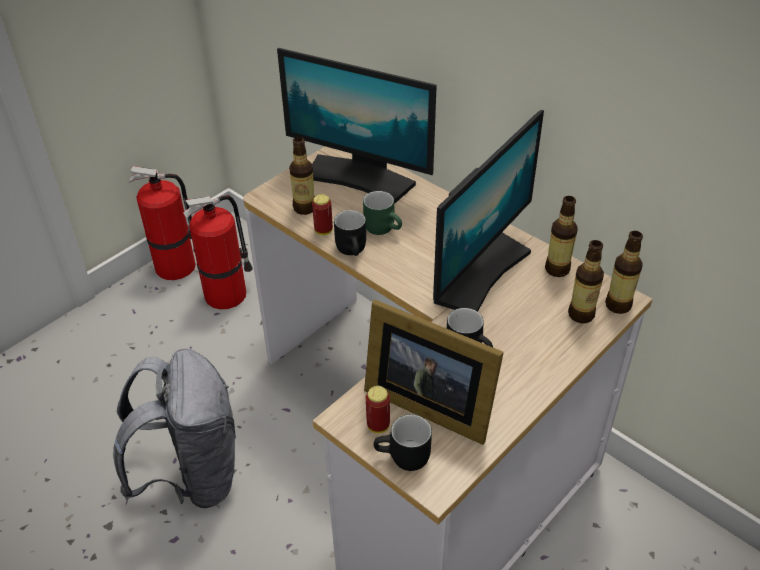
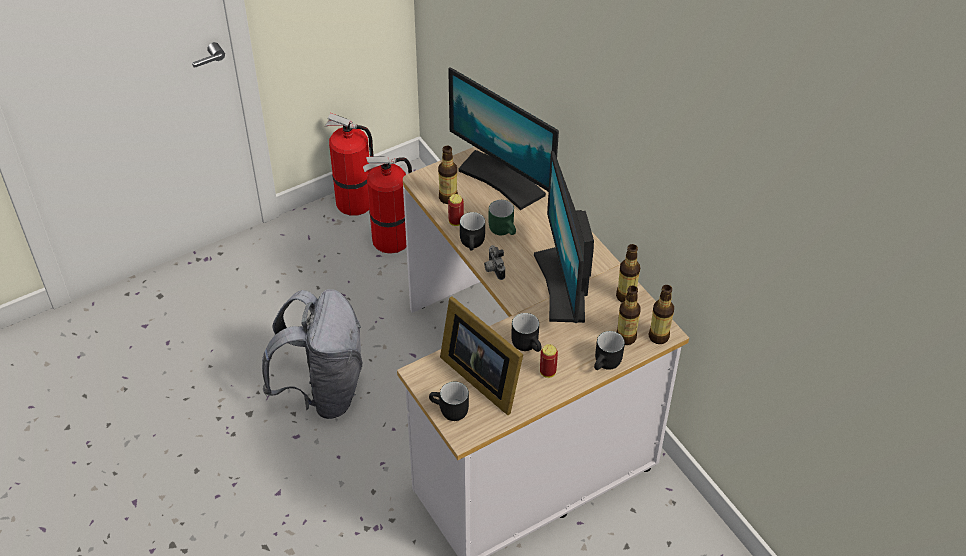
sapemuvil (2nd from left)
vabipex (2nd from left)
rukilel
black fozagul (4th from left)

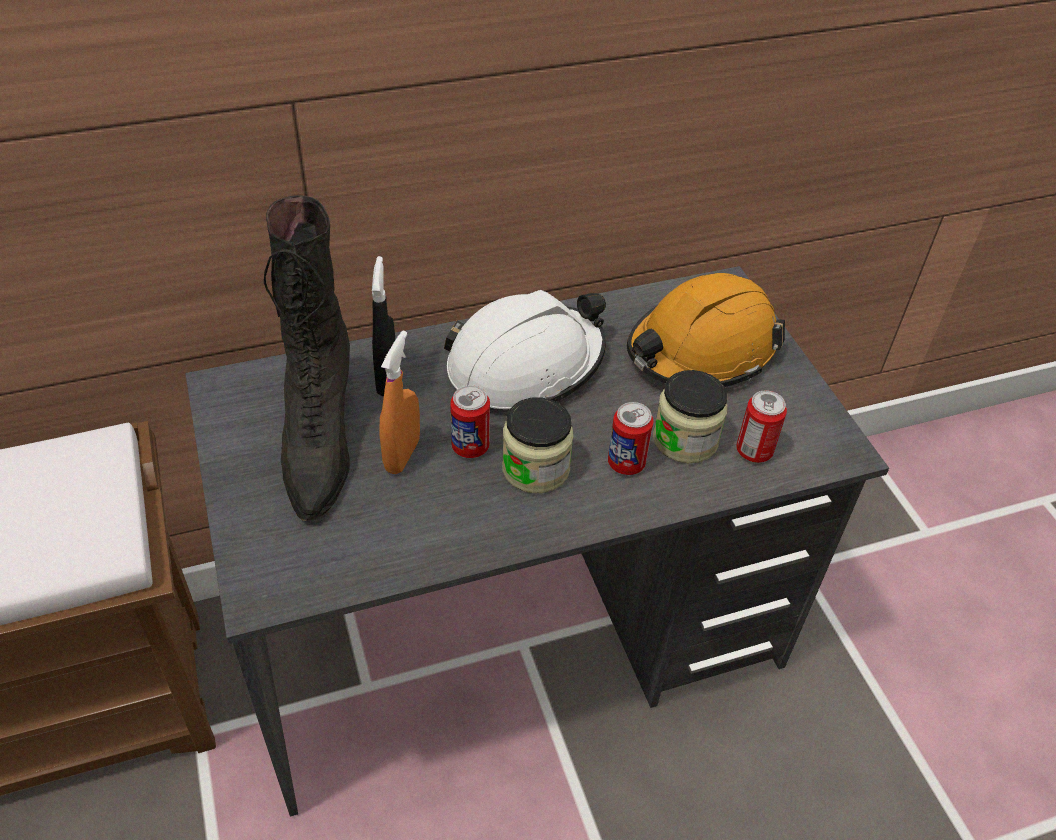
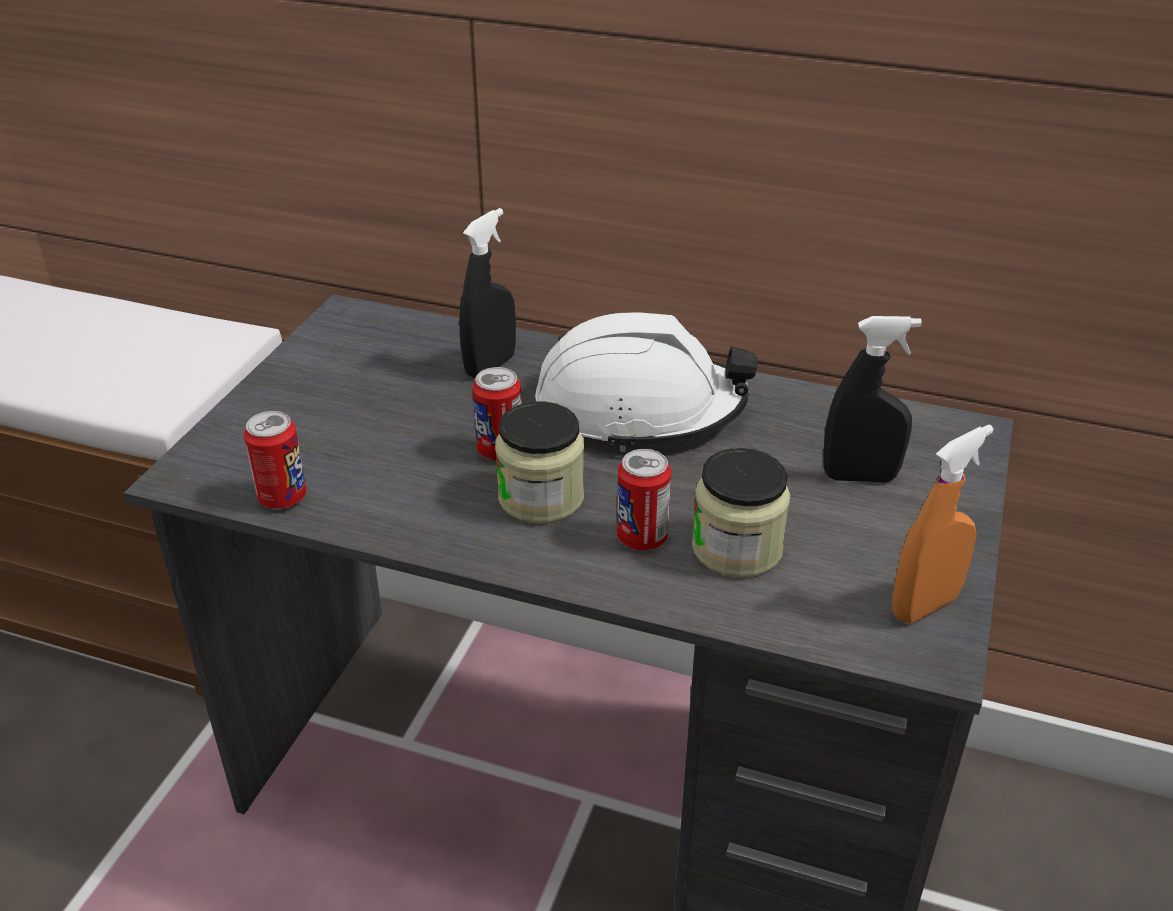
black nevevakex
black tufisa (2nd from left)
orange tufisa
vabipex (1st from left)

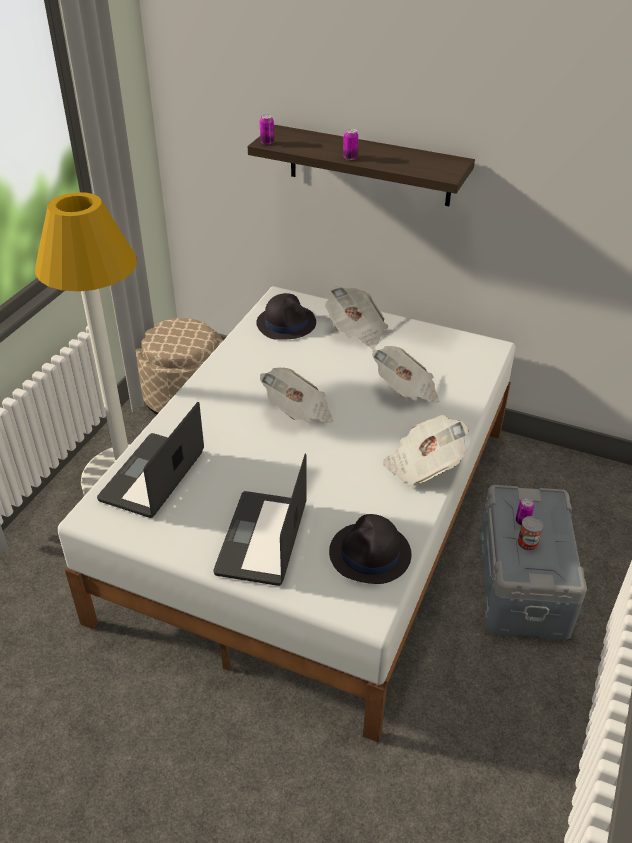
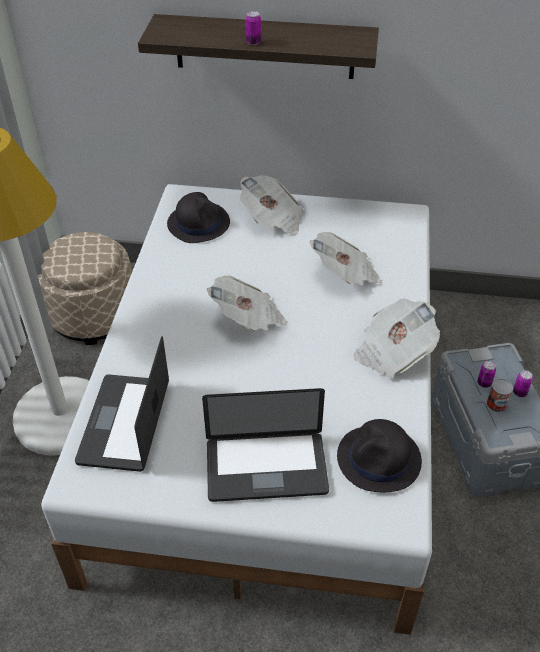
vabipex (4th from left)
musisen (2nd from left)

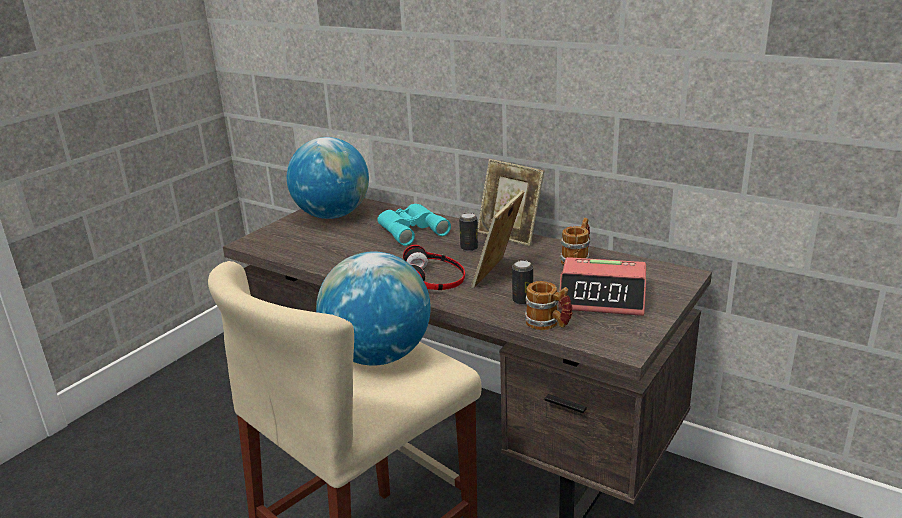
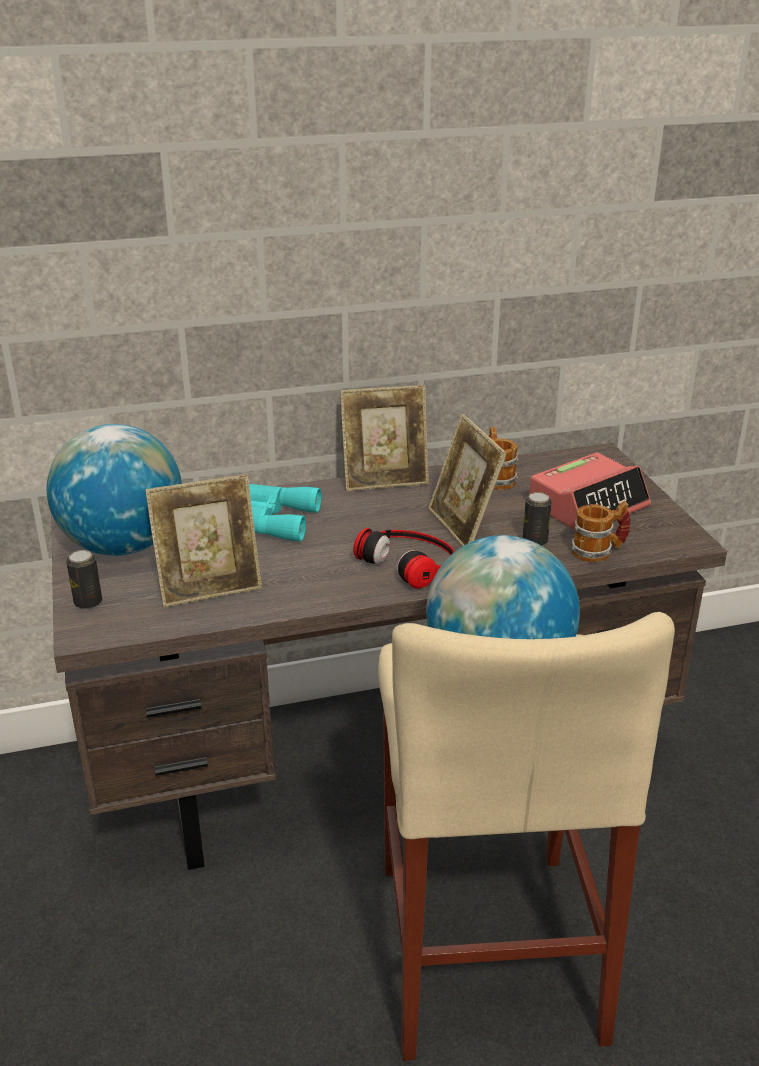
vabipex (1st from left)
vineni (1st from left)

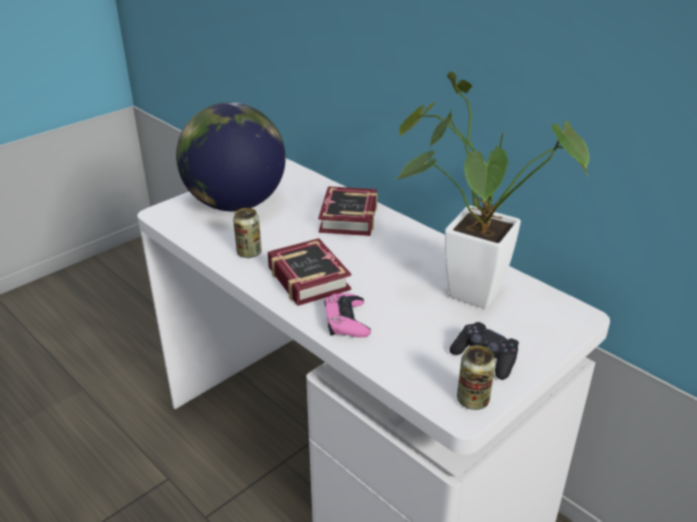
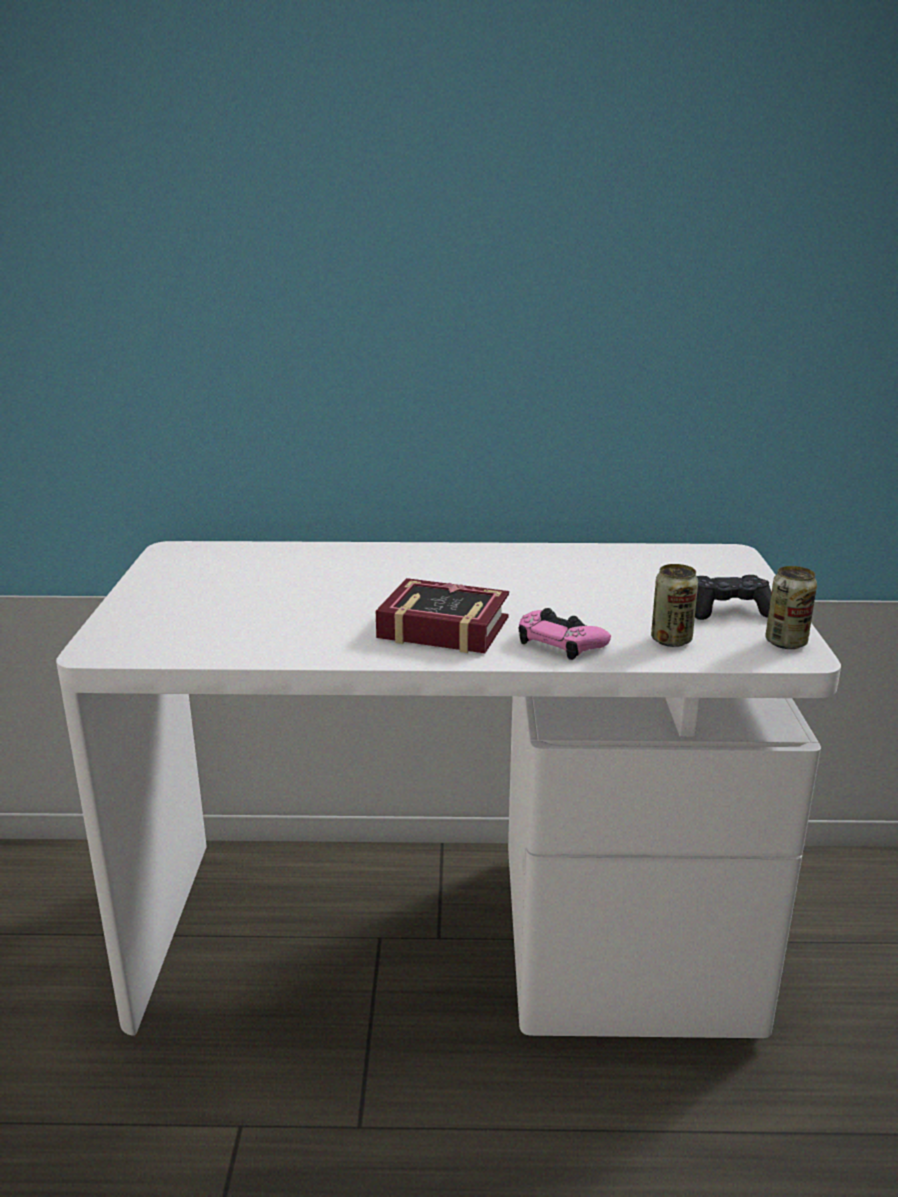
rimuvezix
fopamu
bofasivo (2nd from left in the first image)
vabipex (1st from left)

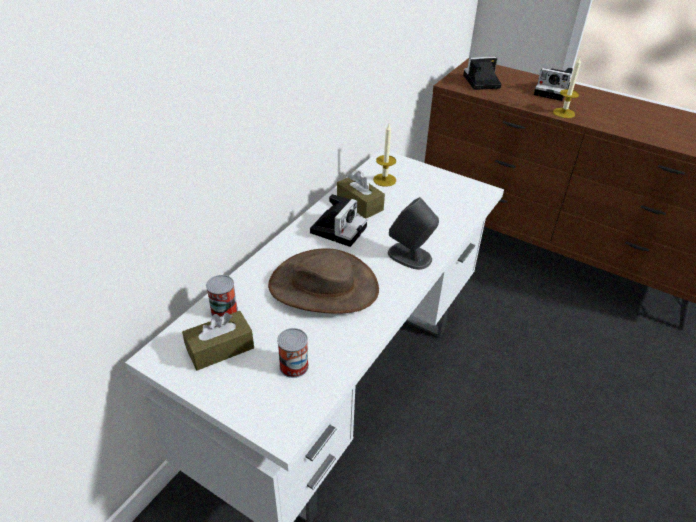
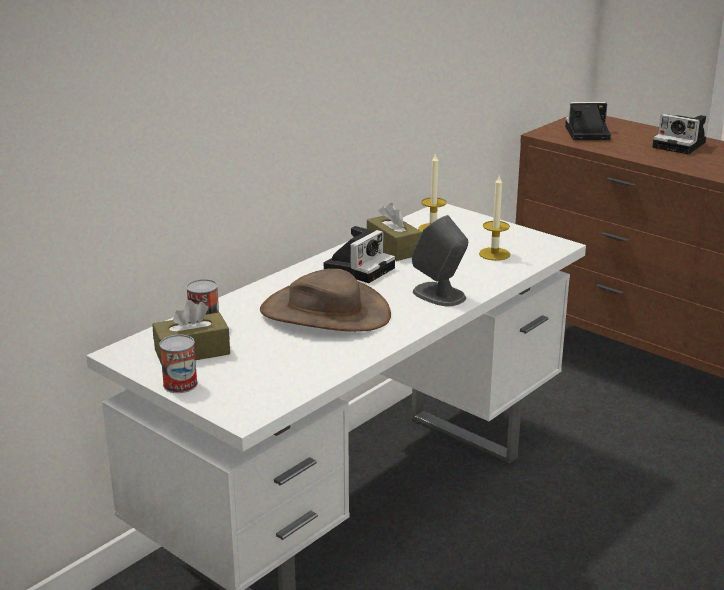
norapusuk (2nd from left)
vabipex (1st from left)

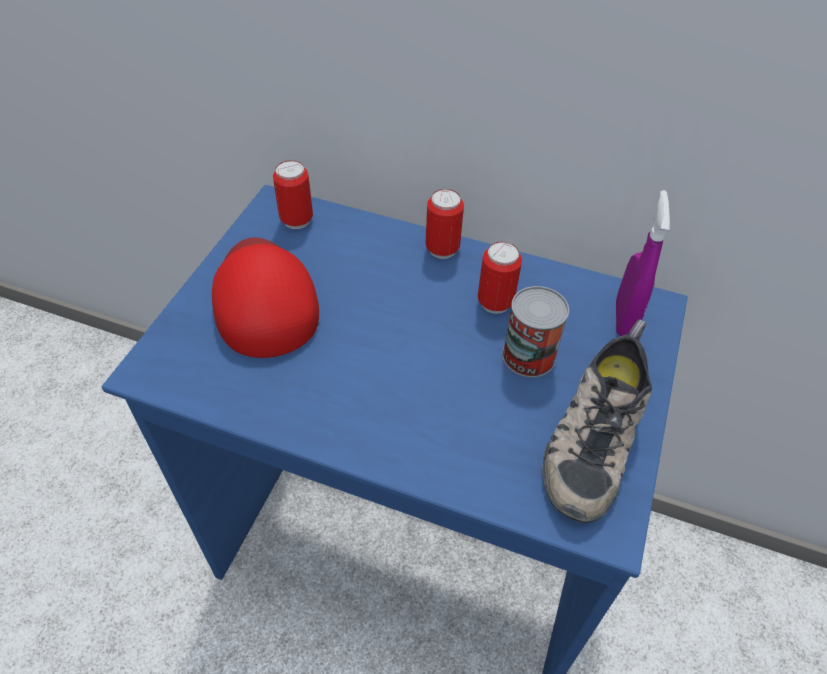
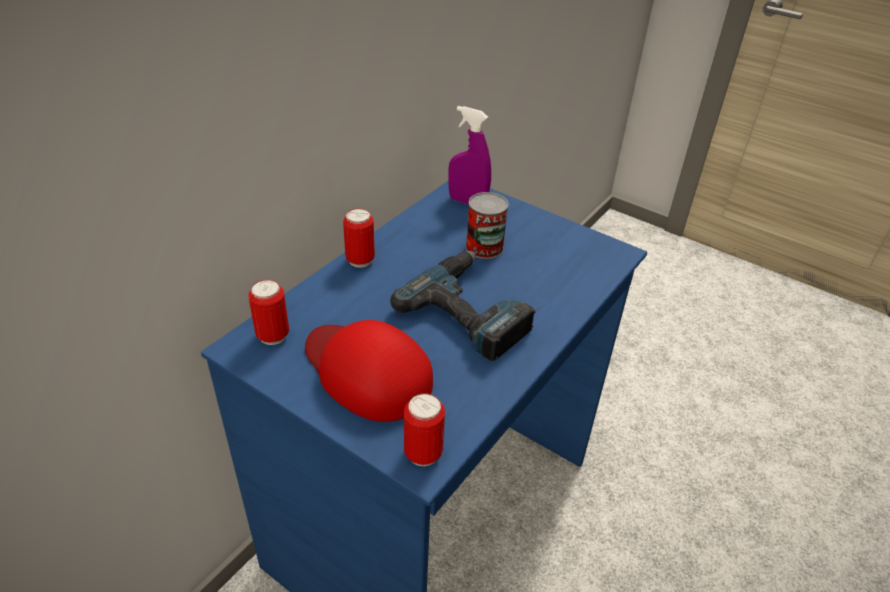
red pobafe
vabipex (3rd from left)
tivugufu
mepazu

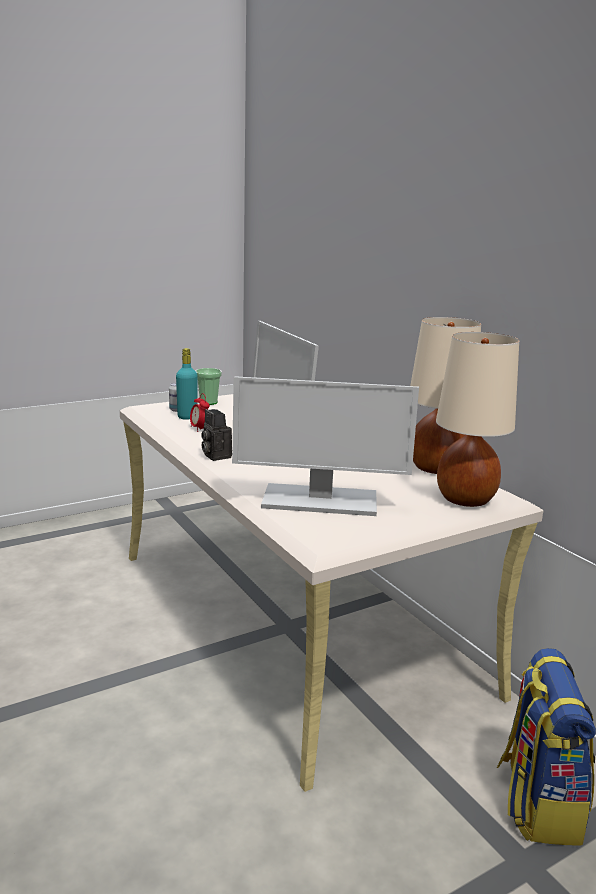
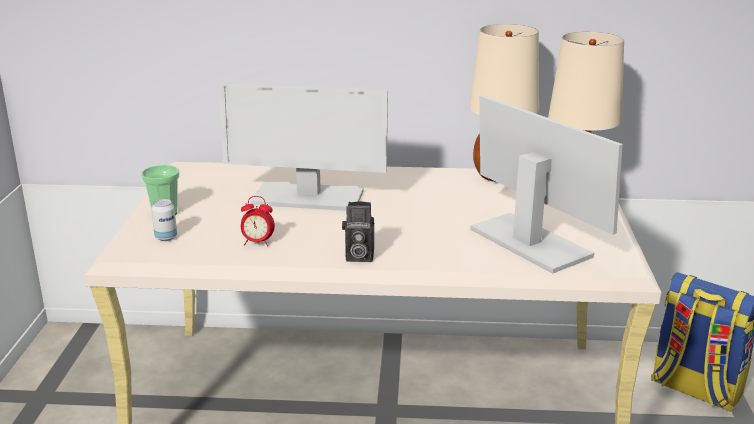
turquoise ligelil
sapemuvil (2nd from left)

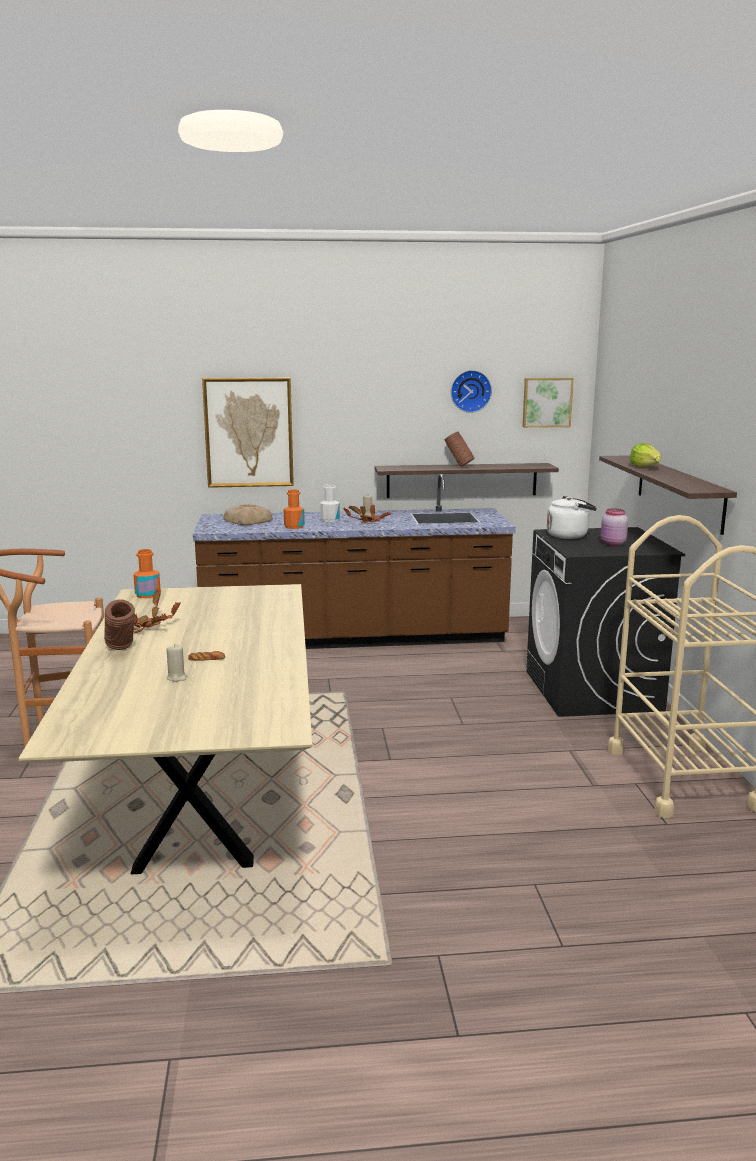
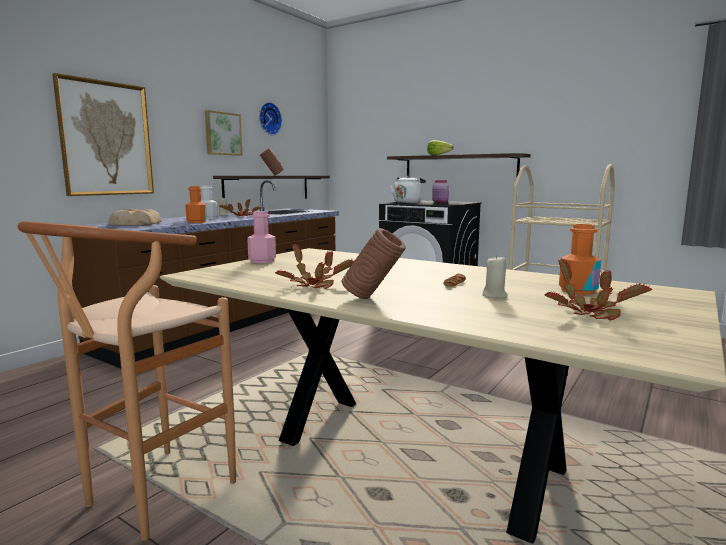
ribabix (2nd from left)
orange ligelil (2nd from left)
pink ligelil
rimuvezix (3rd from left)

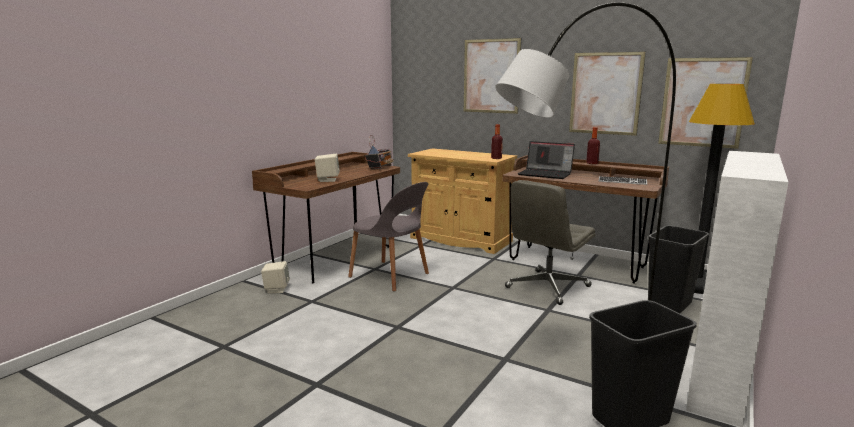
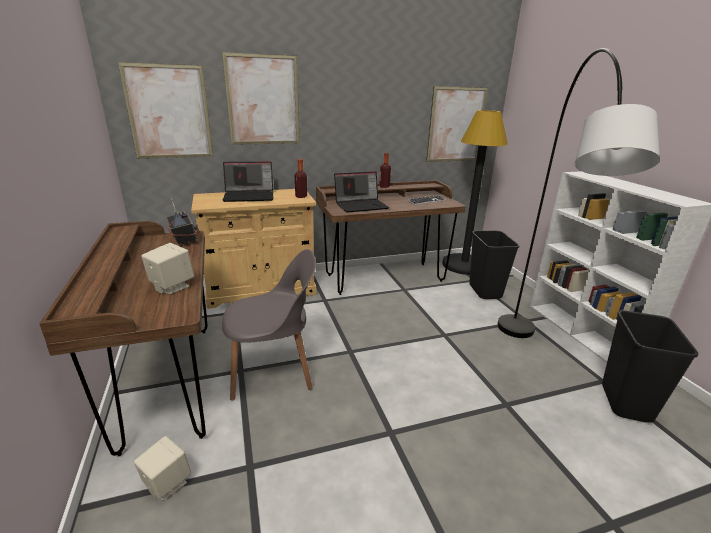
ribabix (1st from left)
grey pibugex
musisen (1st from left)

